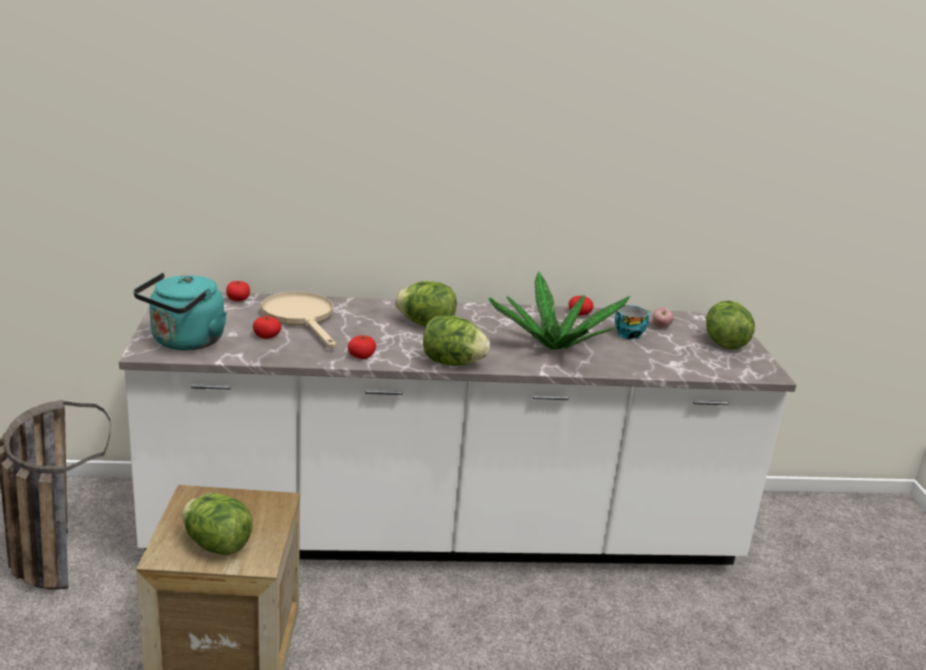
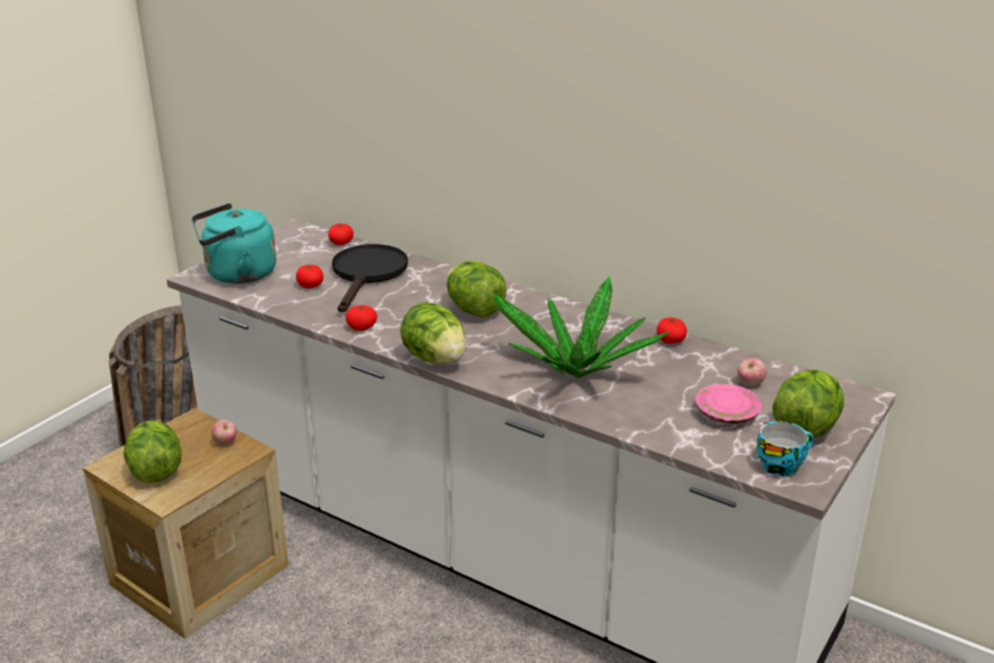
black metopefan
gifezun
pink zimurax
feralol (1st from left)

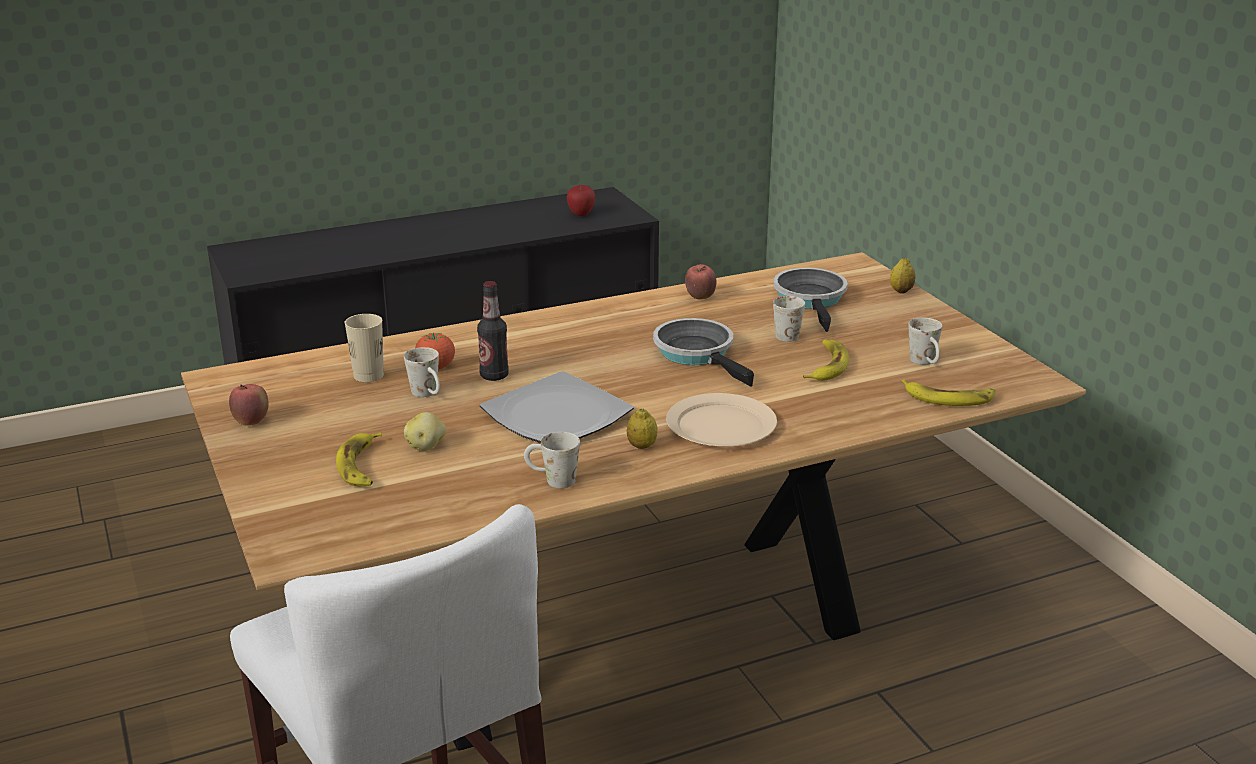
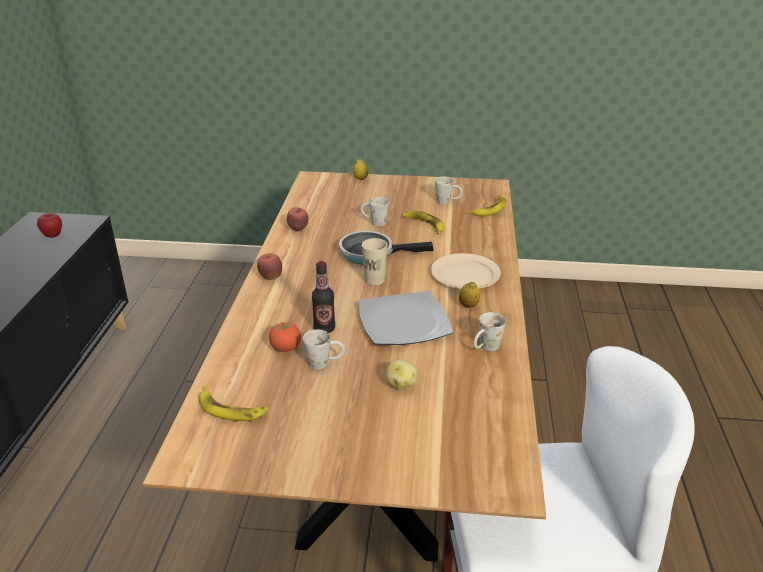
metopefan (2nd from left in the first image)
beige gifezun
feralol (2nd from left)
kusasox (1st from left)

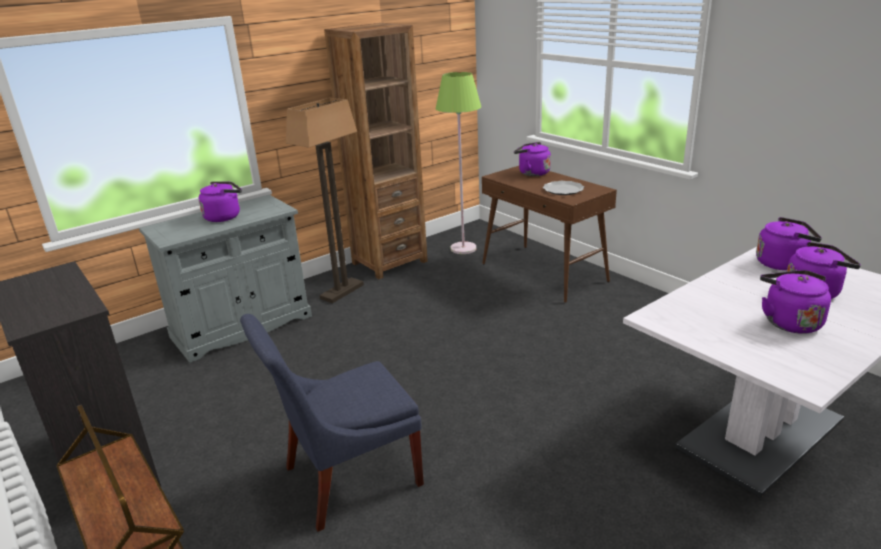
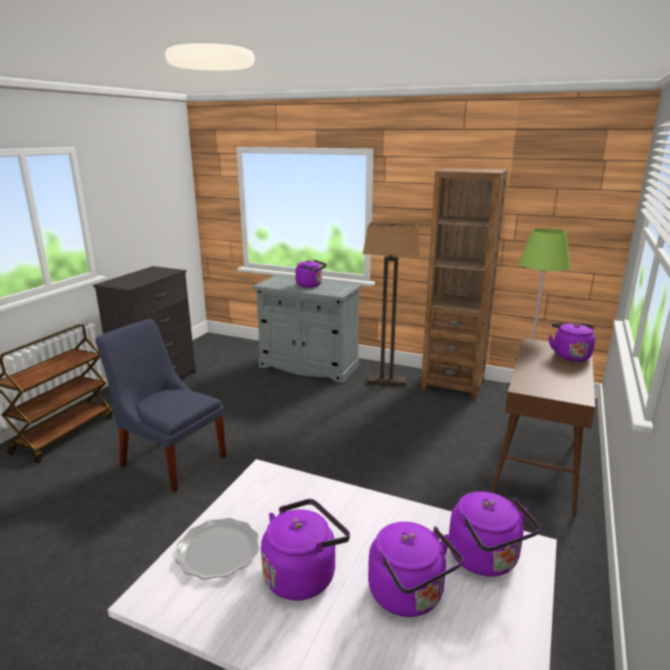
zimurax

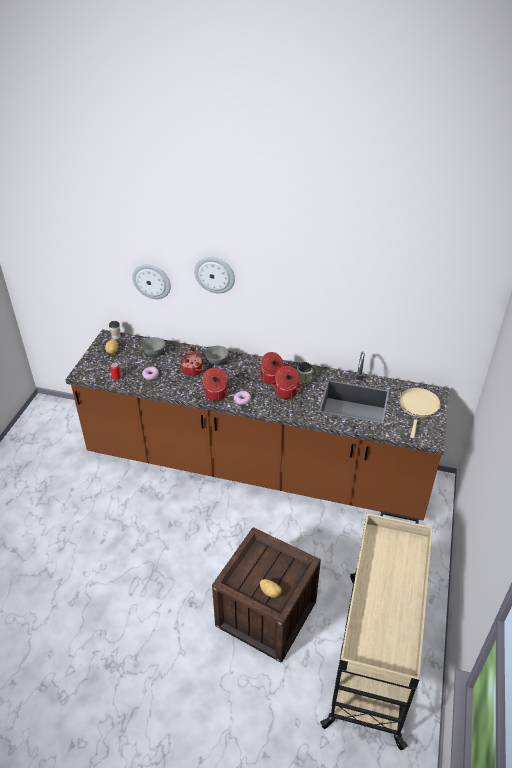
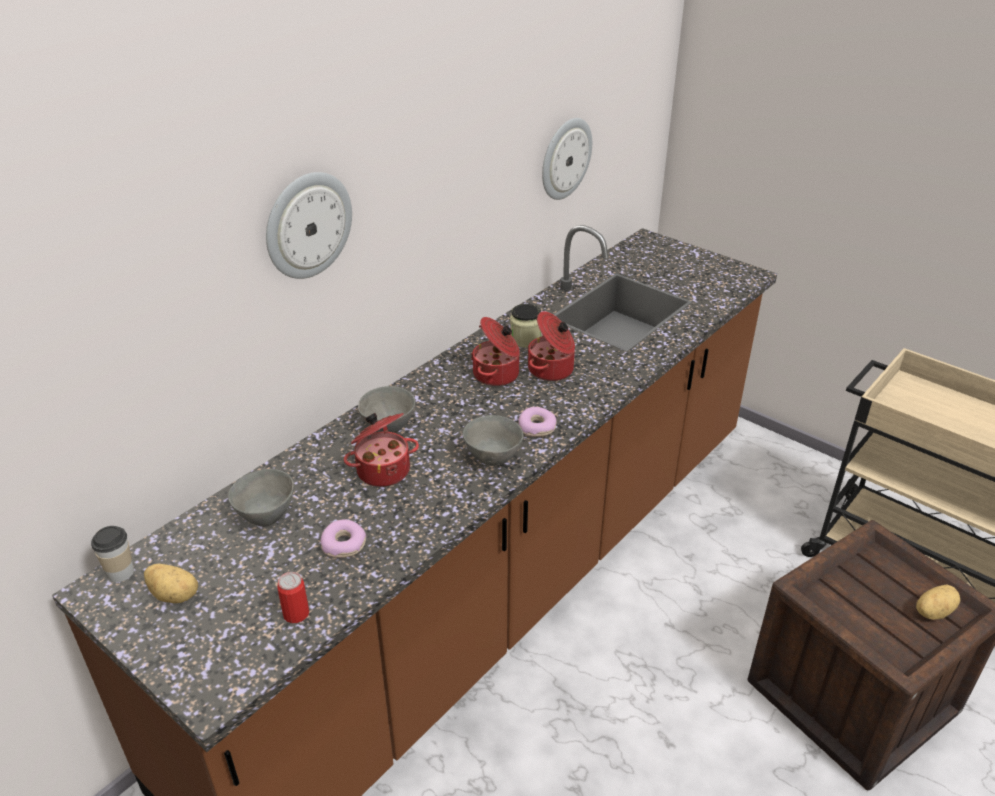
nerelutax (2nd from left)
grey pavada (3rd from left)
beige metopefan

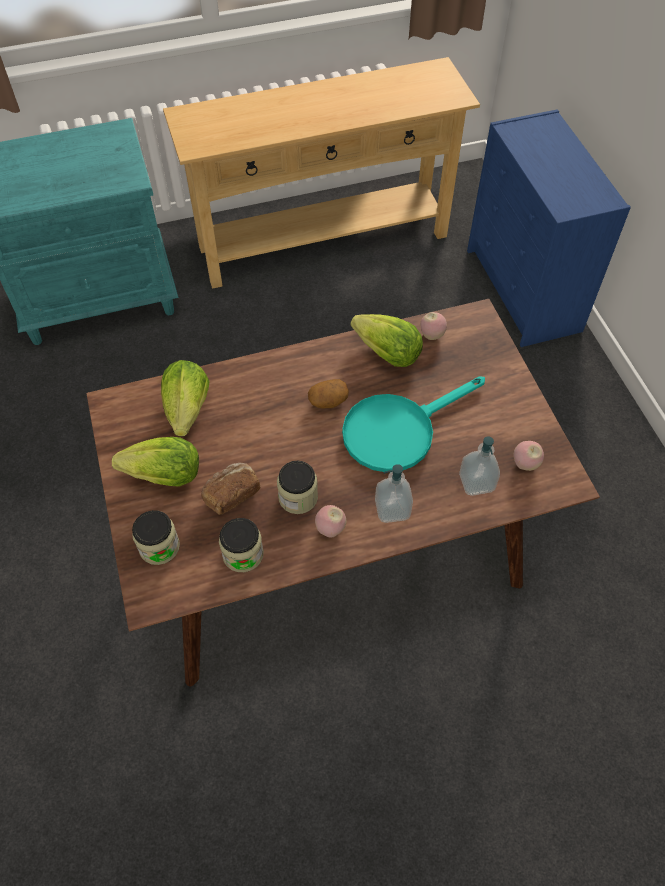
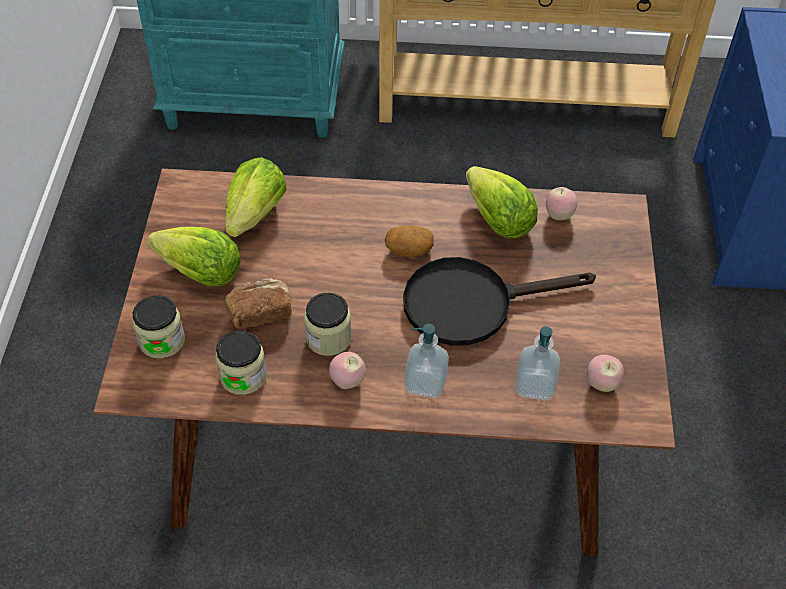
black metopefan

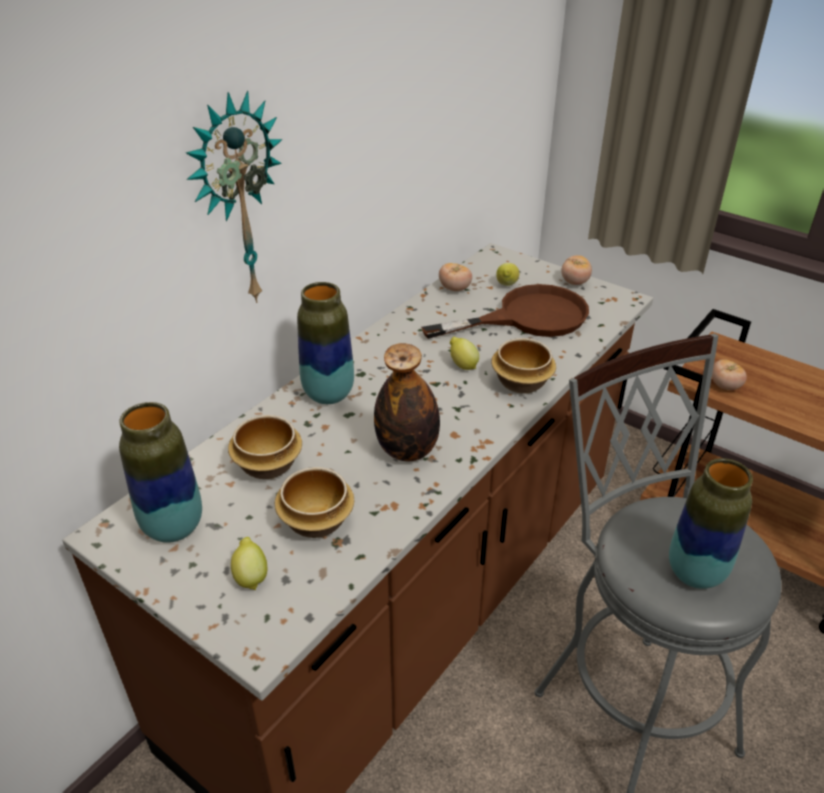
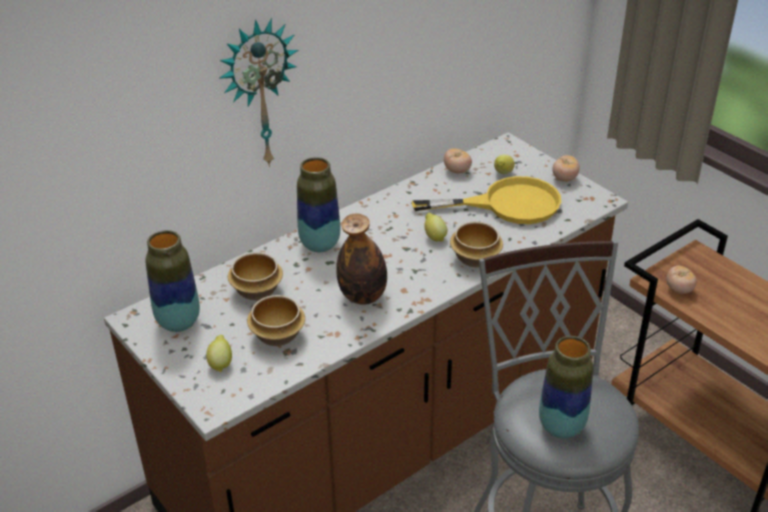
yellow metopefan

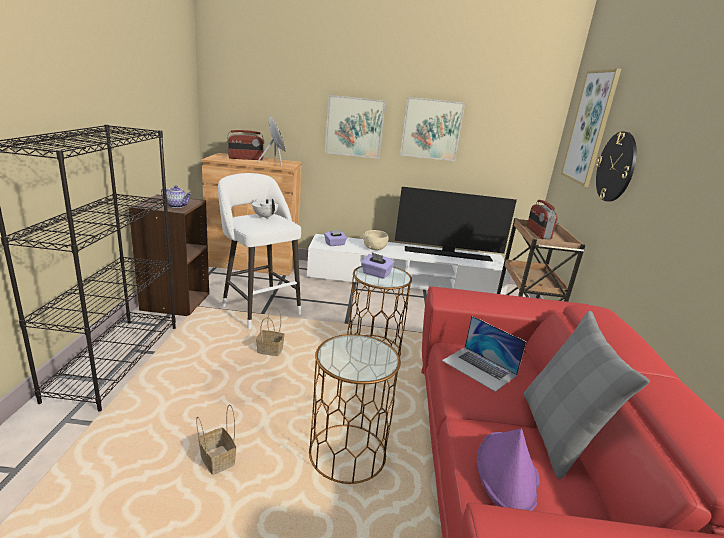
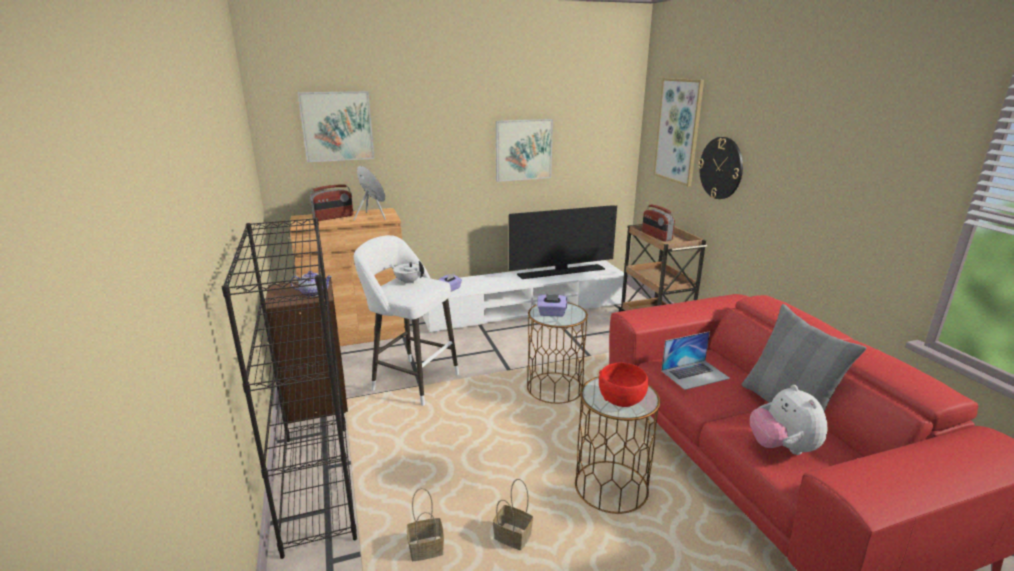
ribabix (1st from left)
beige pavada
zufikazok (1st from left)
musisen
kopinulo
red pavada

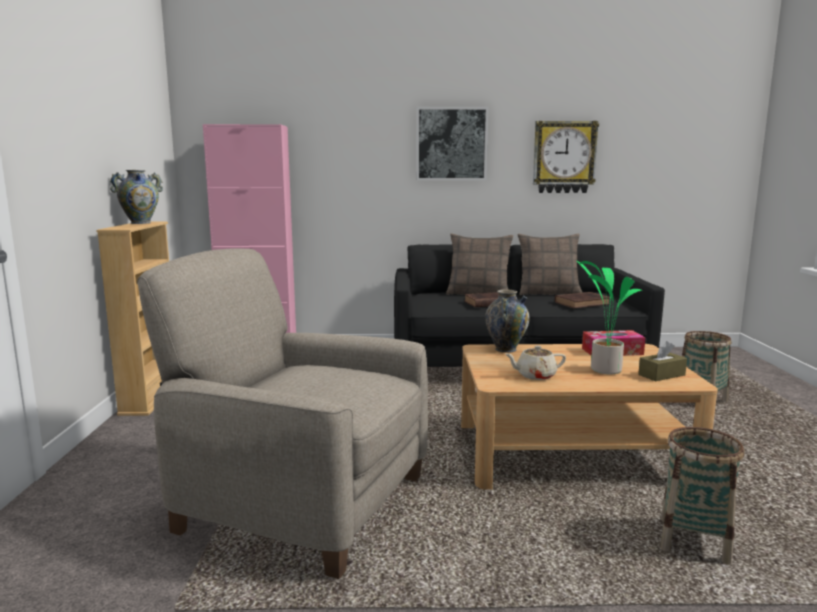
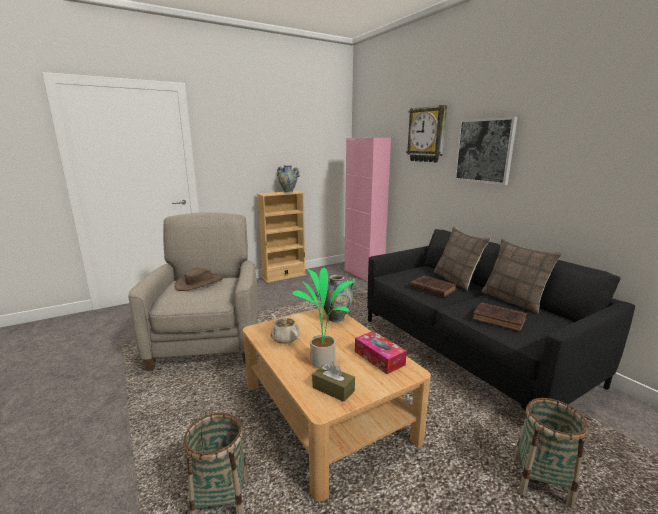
nerelutax
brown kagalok

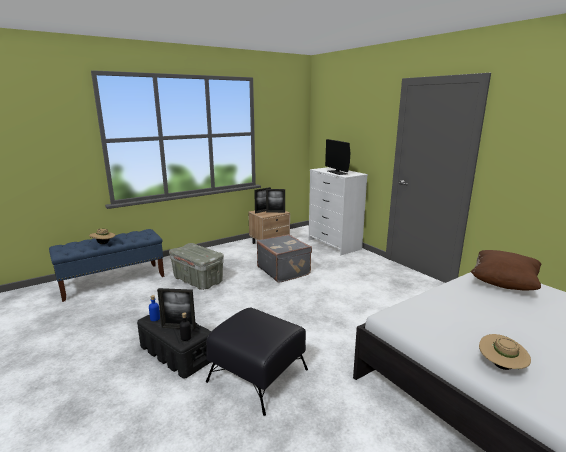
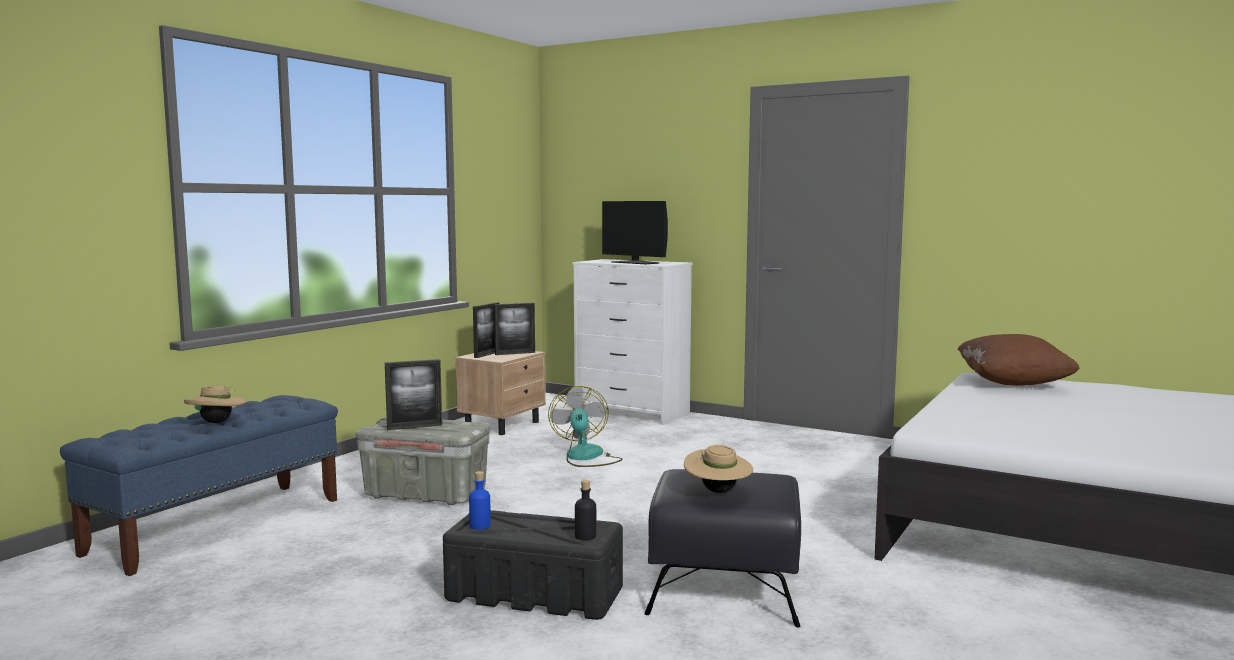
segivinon
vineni (1st from left)
beige kagalok (2nd from left)

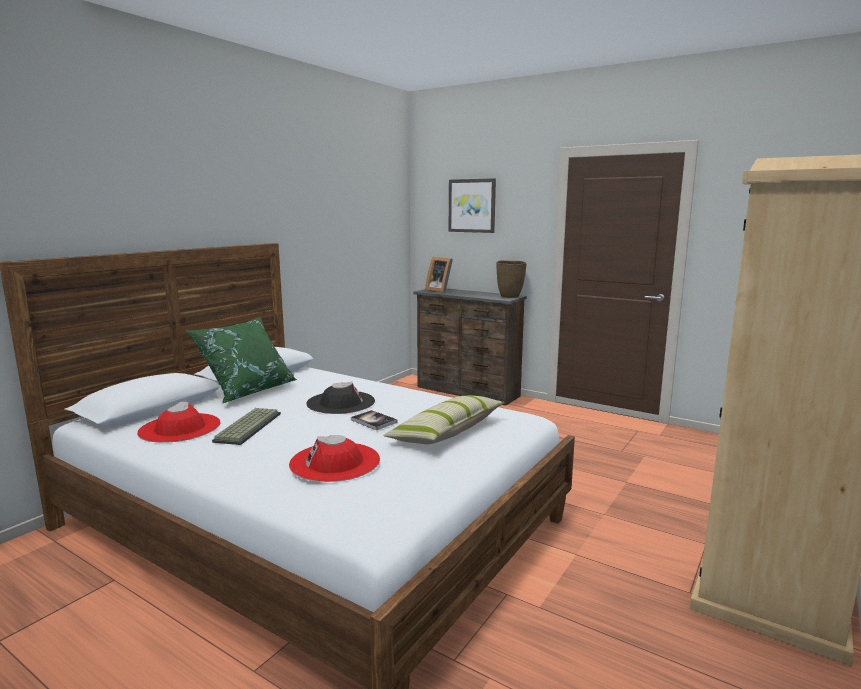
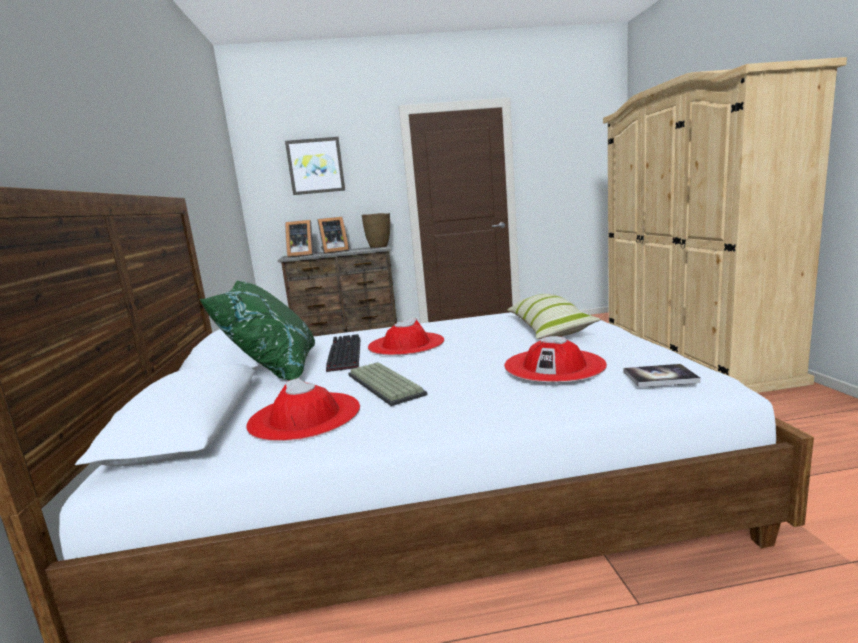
red kagalok (2nd from left)
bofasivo
vineni (2nd from left)
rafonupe (1st from left)

